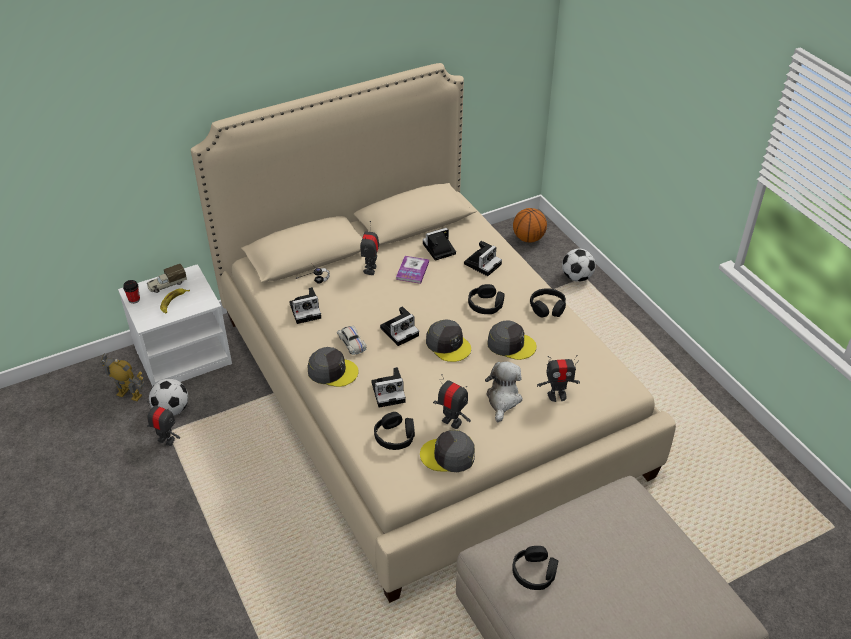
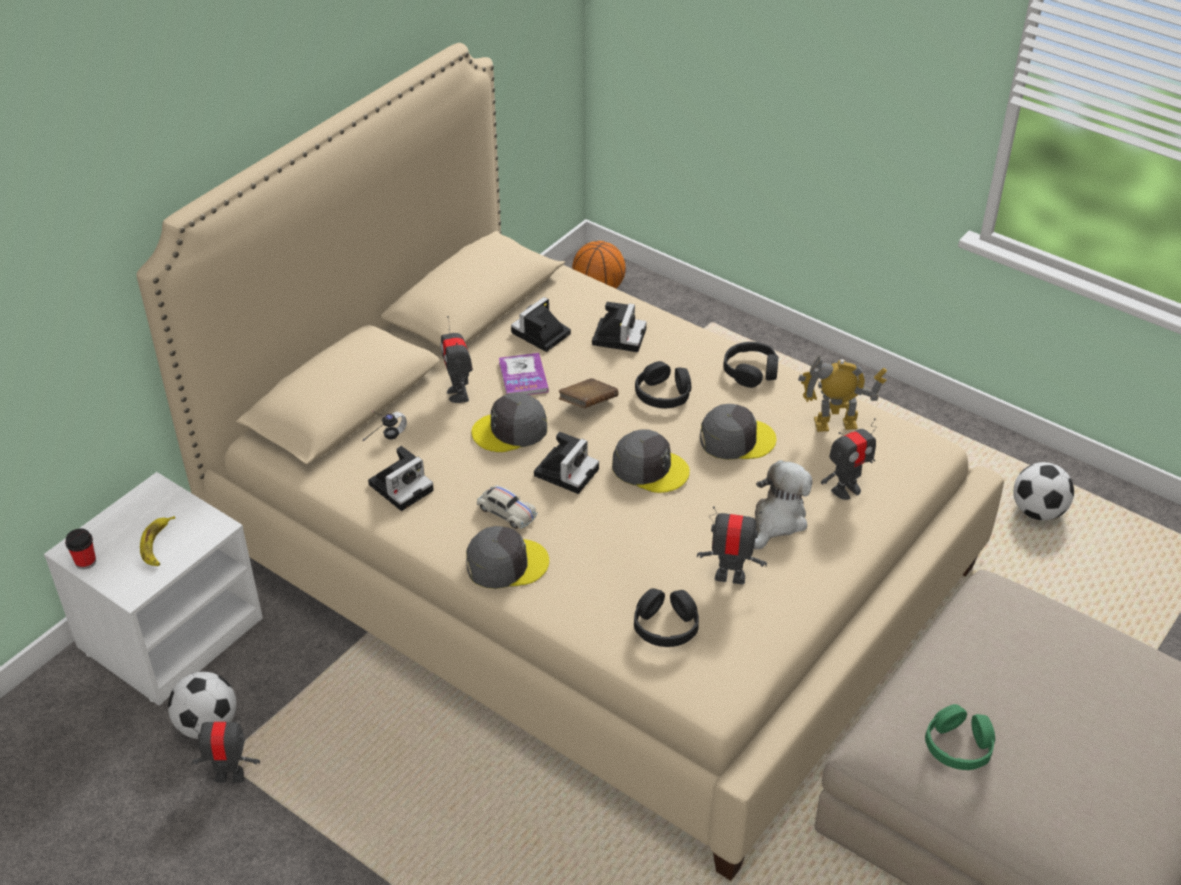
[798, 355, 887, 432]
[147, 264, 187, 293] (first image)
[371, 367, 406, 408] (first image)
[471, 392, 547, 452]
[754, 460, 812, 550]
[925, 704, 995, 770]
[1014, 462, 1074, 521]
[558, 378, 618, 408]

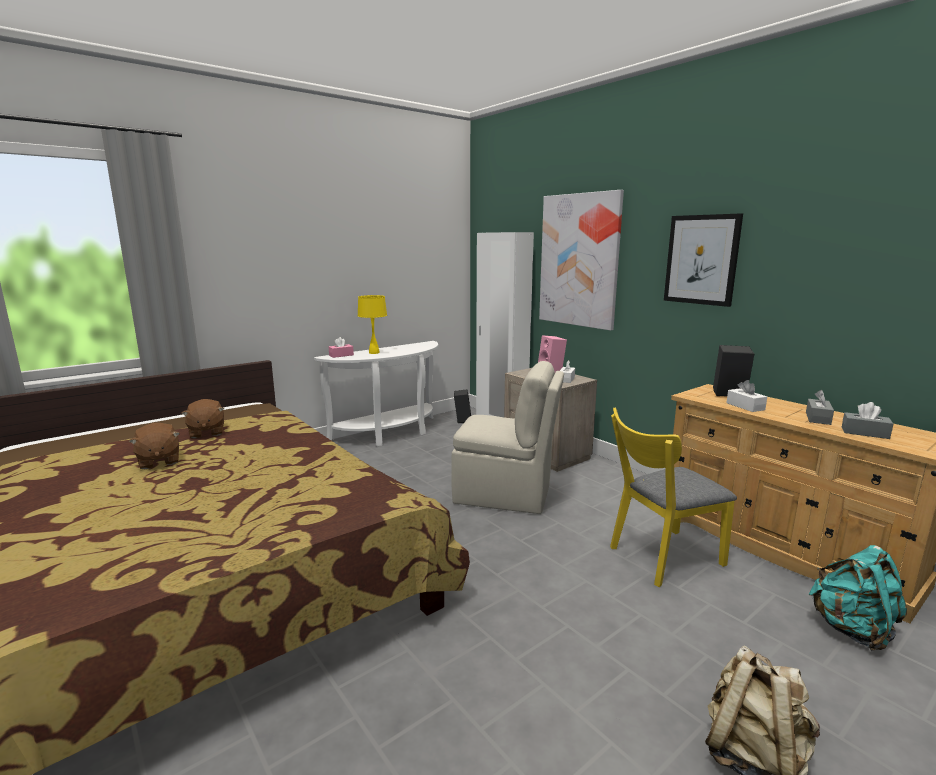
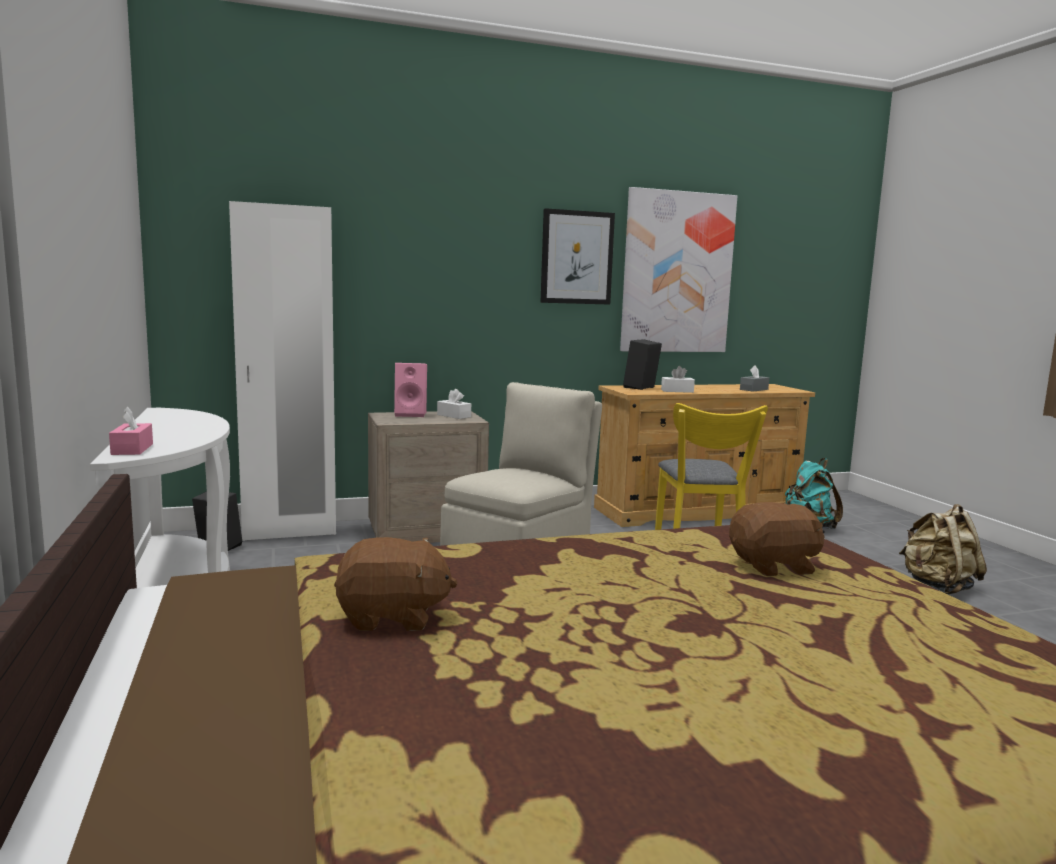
[729, 502, 825, 576]
[358, 295, 387, 354] (first image)
[620, 187, 737, 352]
[806, 390, 834, 425] (first image)

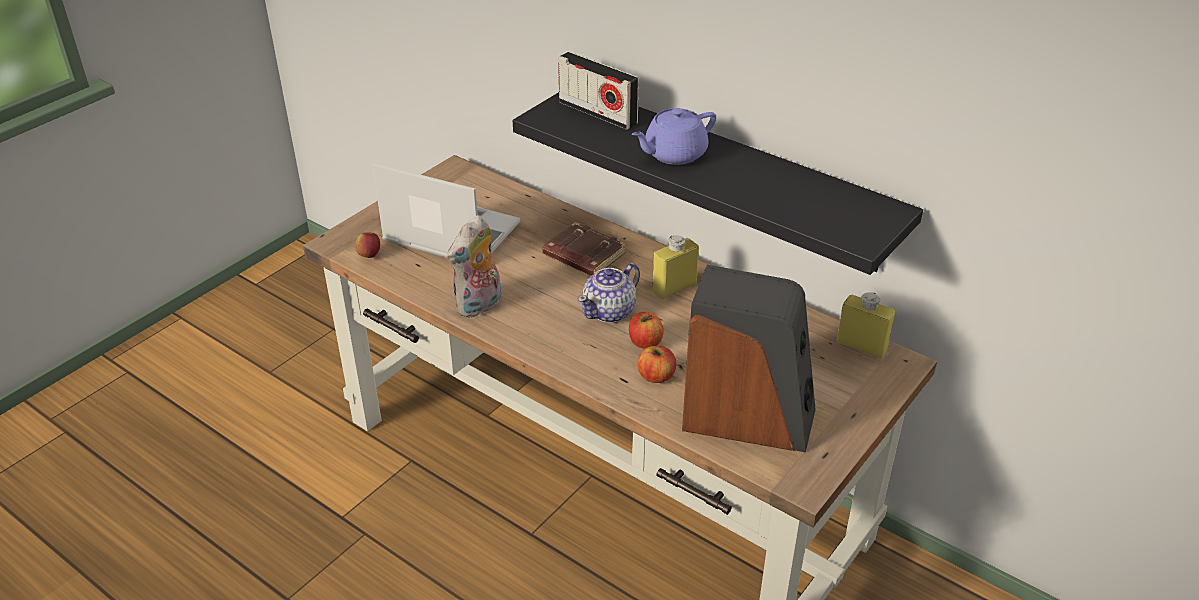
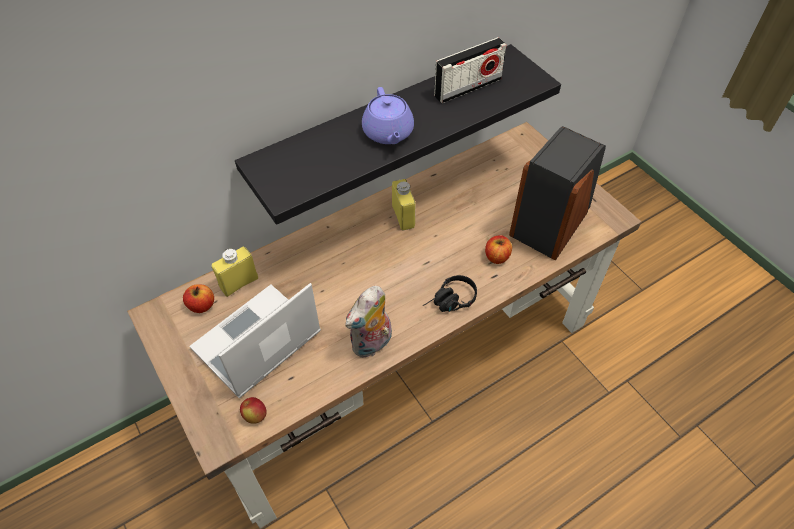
[345, 286, 392, 358]
[542, 222, 626, 276] (first image)
[434, 37, 507, 103]
[577, 263, 640, 323] (first image)
[183, 284, 214, 313]
[211, 247, 258, 297]
[423, 275, 477, 312]

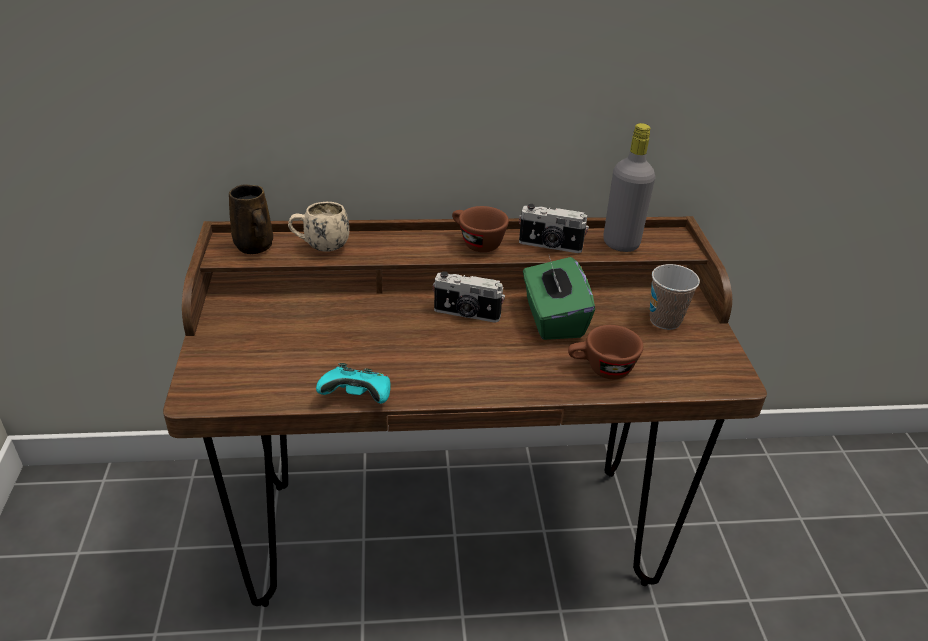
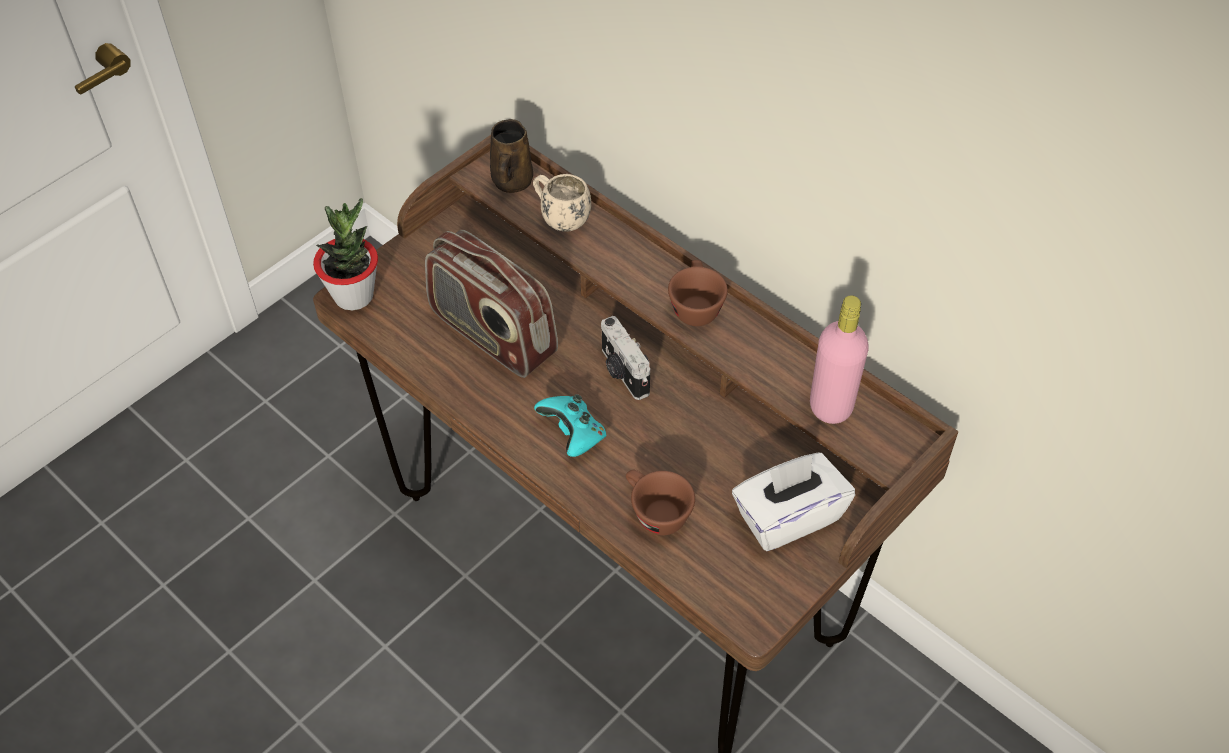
[534, 394, 607, 457]
[519, 204, 589, 253] (first image)
[523, 256, 595, 340] (first image)
[810, 295, 869, 424]
[732, 452, 855, 551]
[313, 198, 378, 311]
[425, 229, 558, 378]

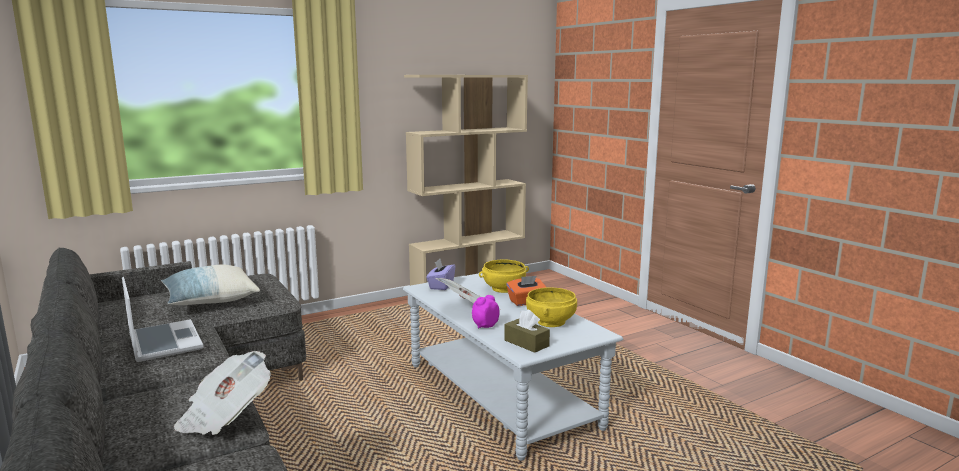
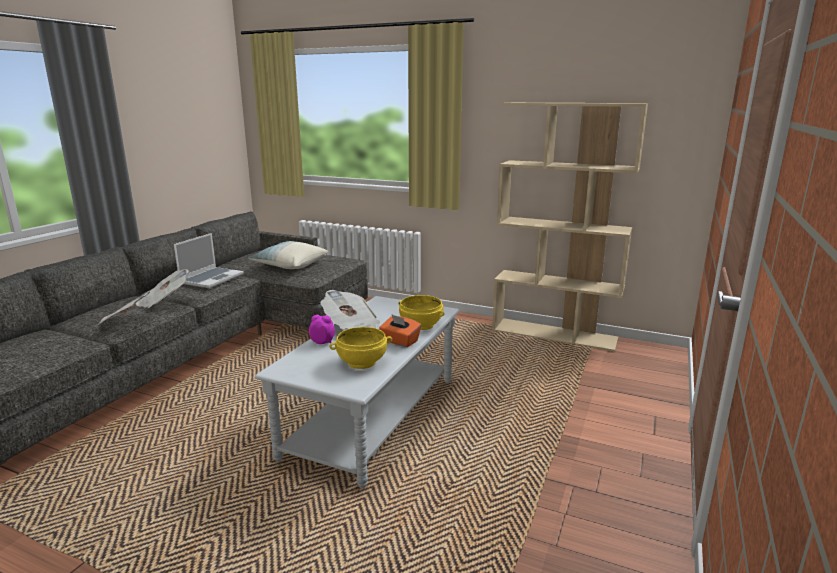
[426, 259, 455, 290] (first image)
[504, 309, 550, 353] (first image)
[135, 269, 189, 308]

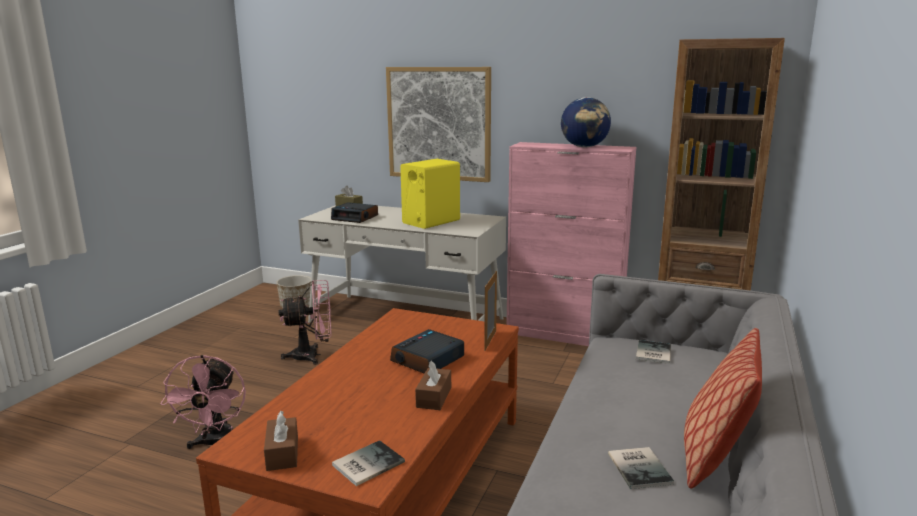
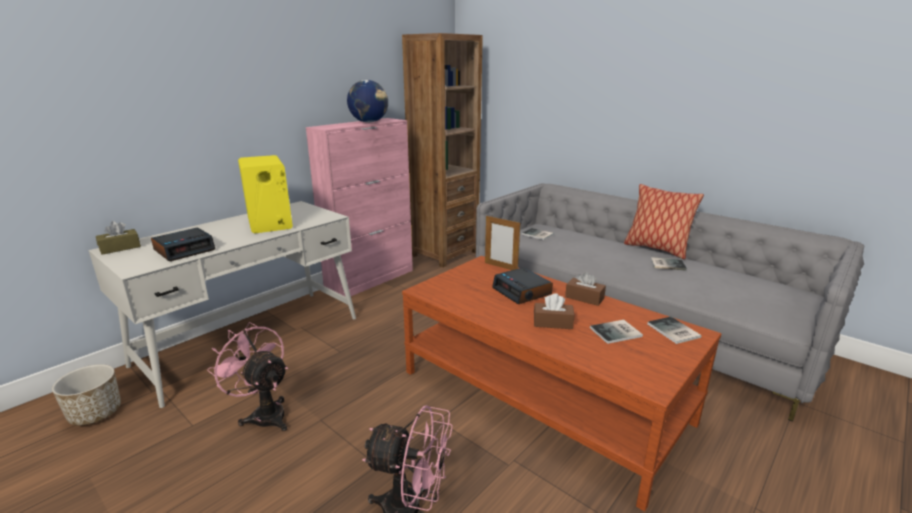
[534, 293, 574, 329]
[207, 322, 288, 431]
[386, 67, 491, 182] (first image)
[590, 320, 643, 344]

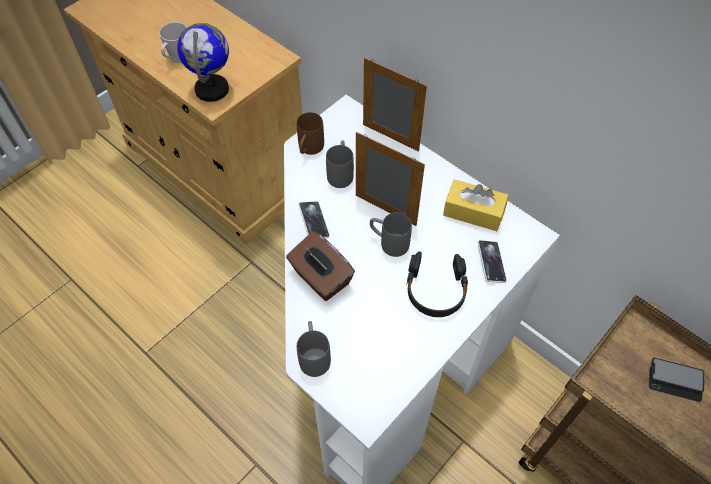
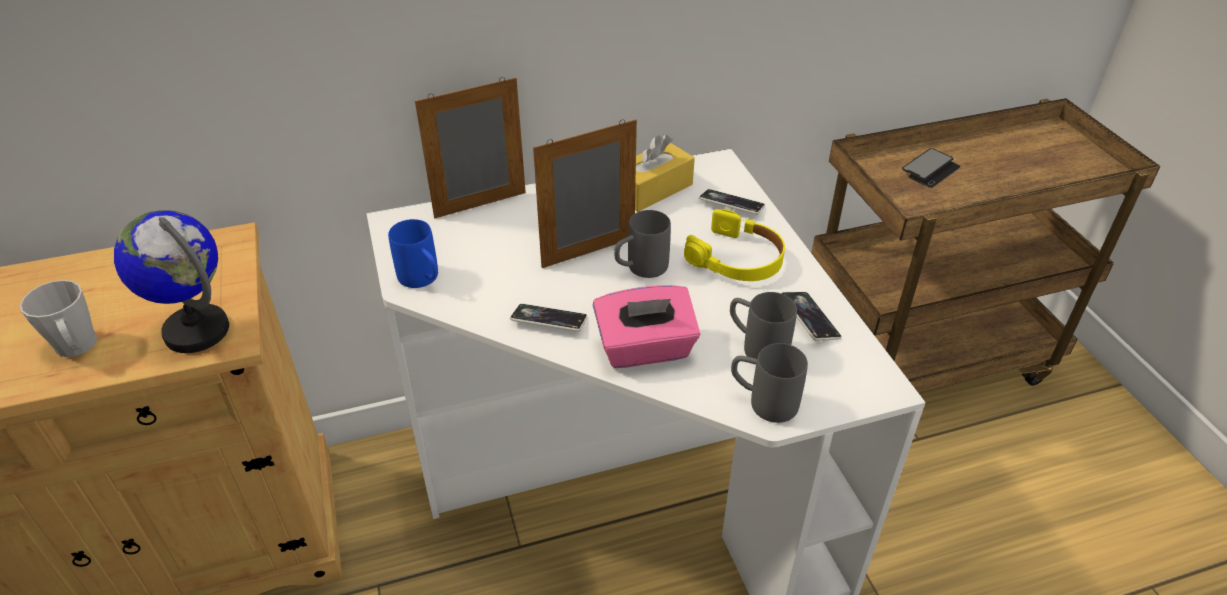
[593, 285, 700, 368]
[388, 219, 438, 288]
[730, 292, 797, 359]
[684, 209, 785, 281]
[781, 292, 842, 341]

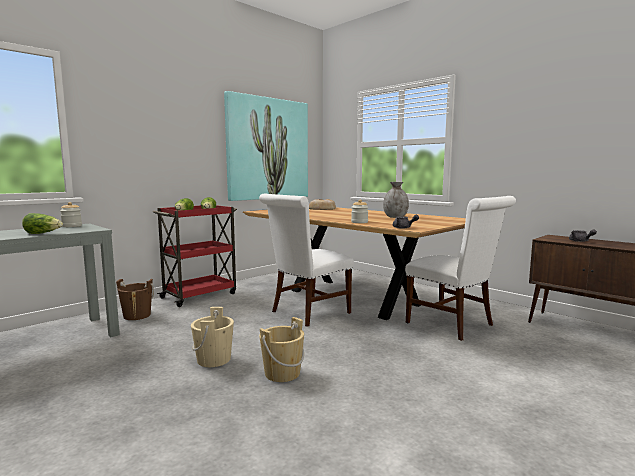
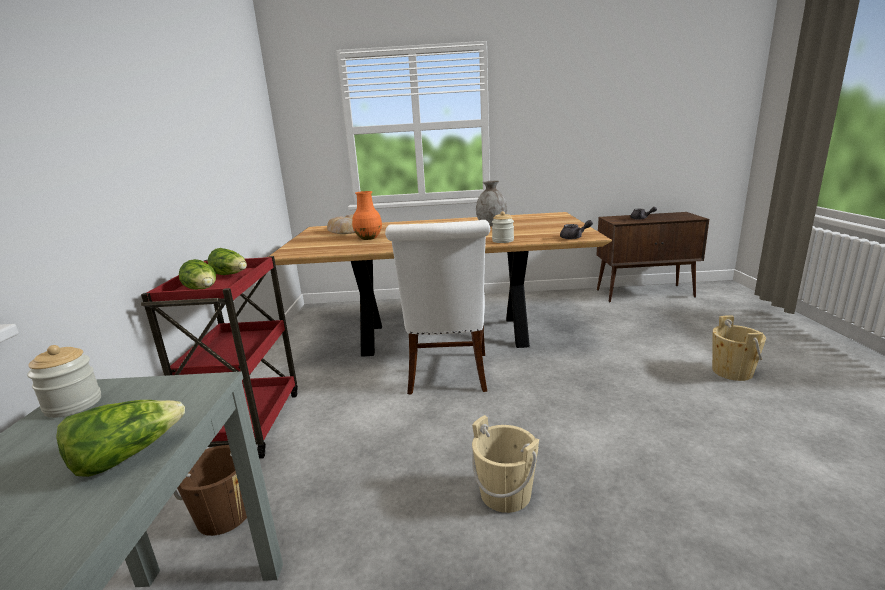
[224, 91, 308, 201] (first image)
[712, 315, 766, 381]
[405, 196, 516, 341] (first image)
[352, 191, 382, 240]

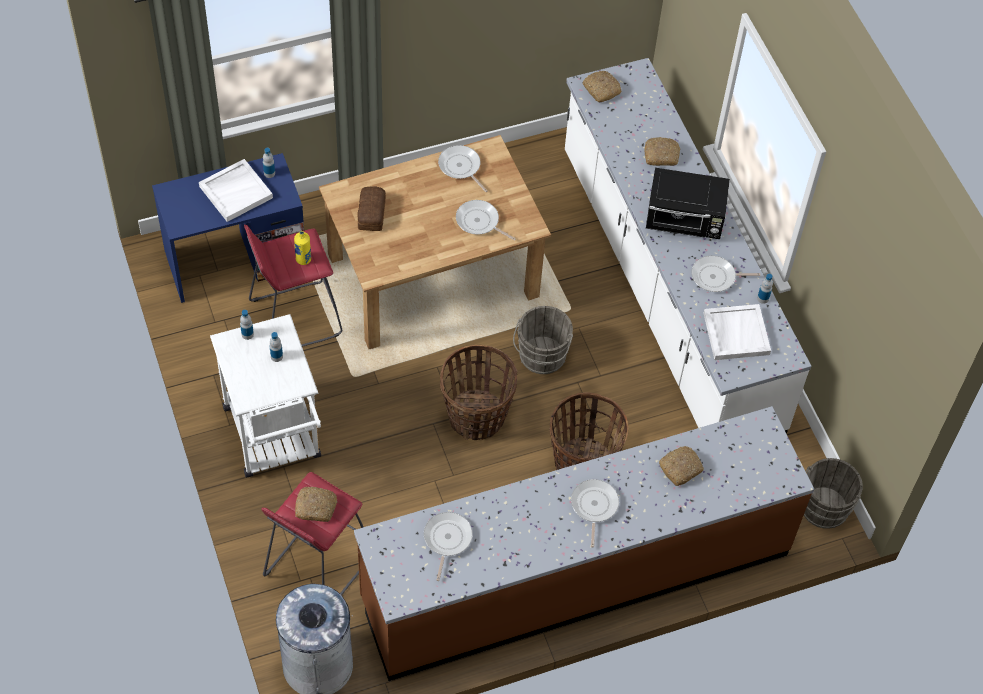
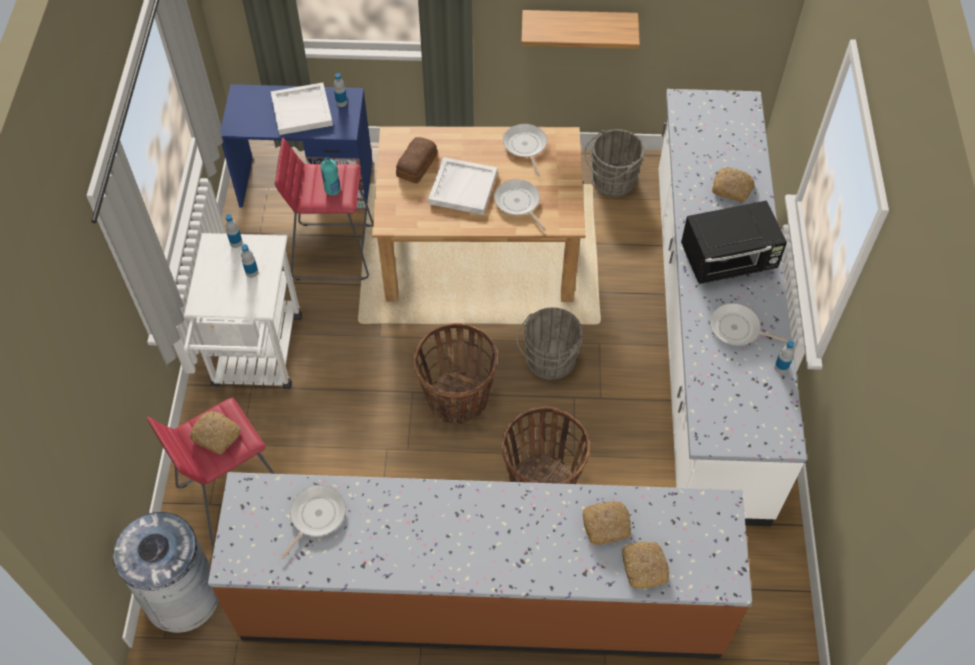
[320, 157, 341, 195]
[571, 479, 619, 547] (first image)
[622, 542, 669, 588]
[681, 200, 787, 284]
[428, 157, 497, 215]
[584, 129, 644, 197]
[521, 10, 640, 49]

